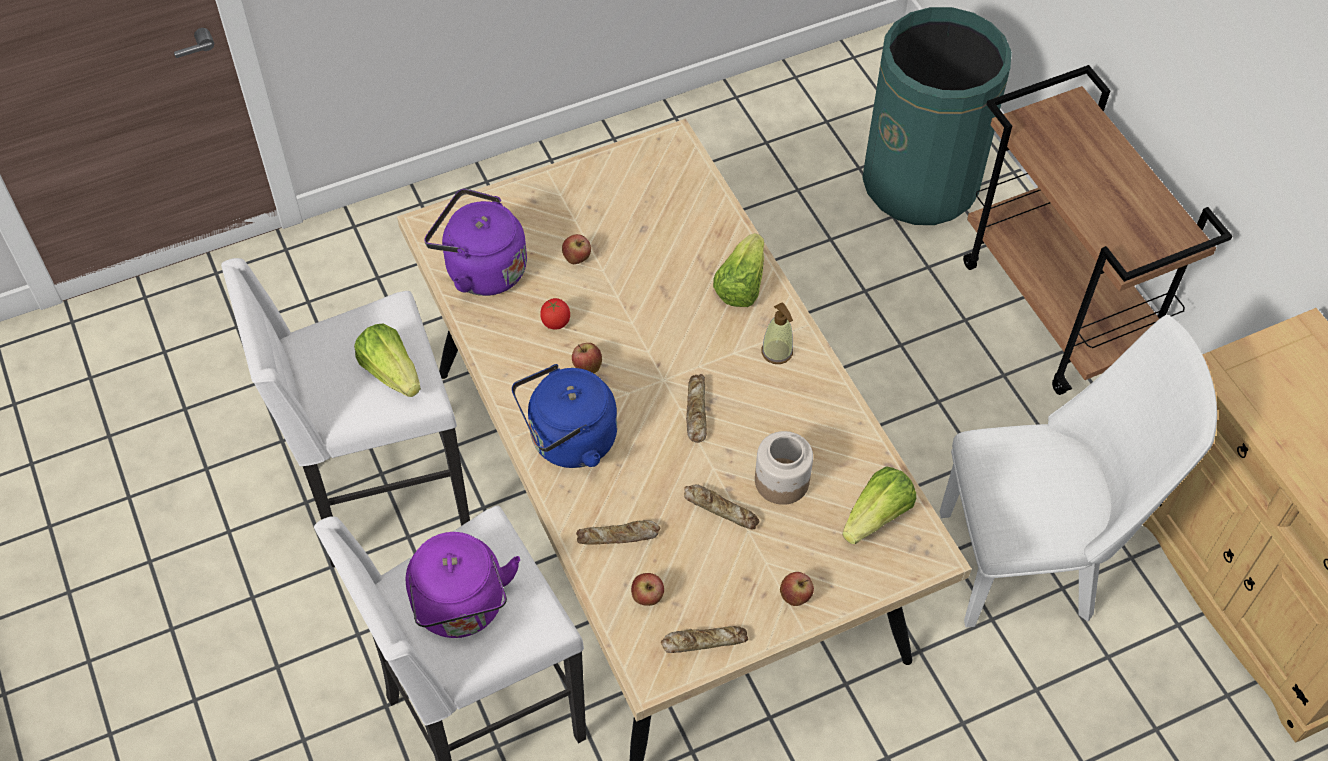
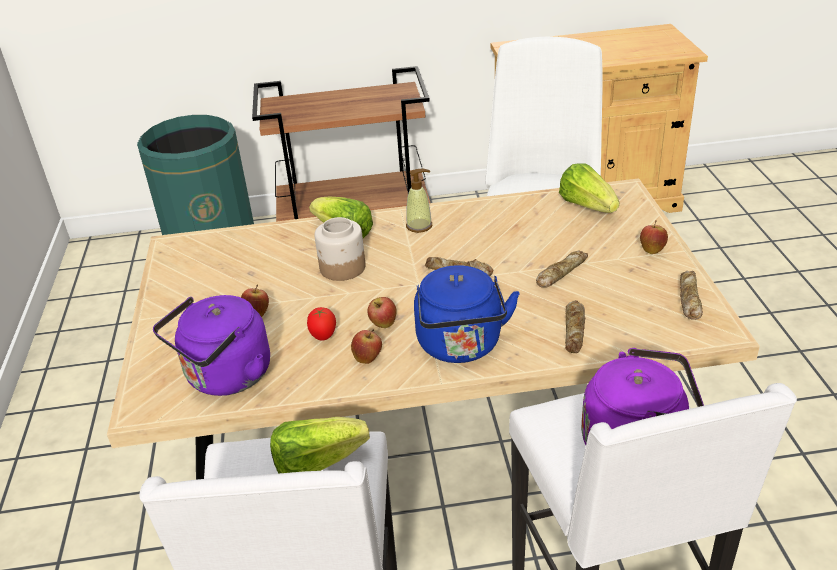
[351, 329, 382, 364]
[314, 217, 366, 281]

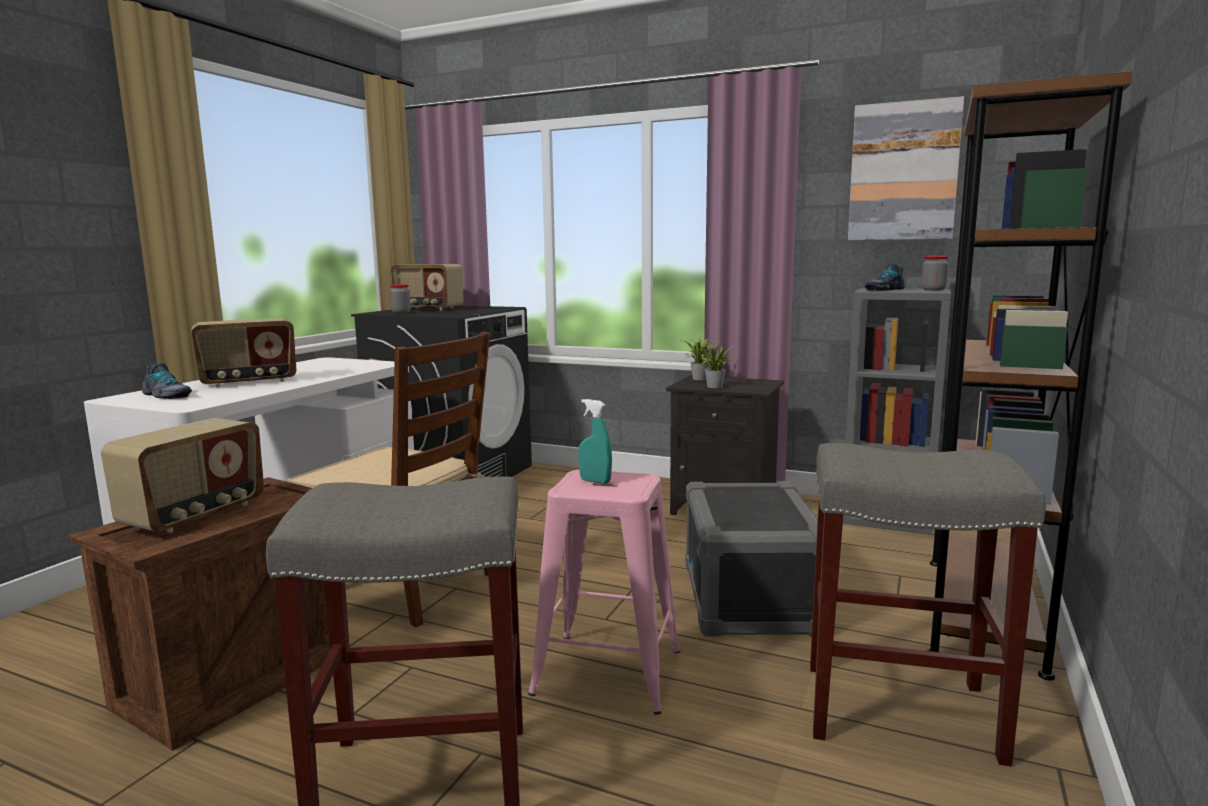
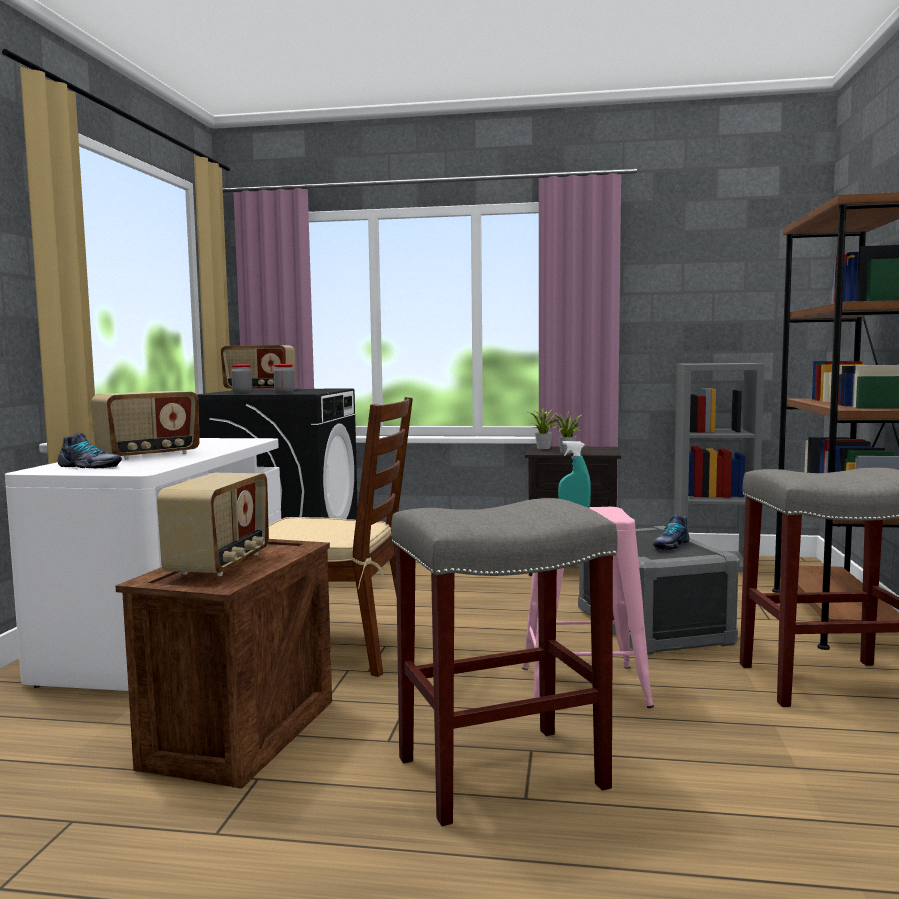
[848, 96, 964, 241] (first image)
[652, 515, 690, 550]
[274, 364, 295, 394]

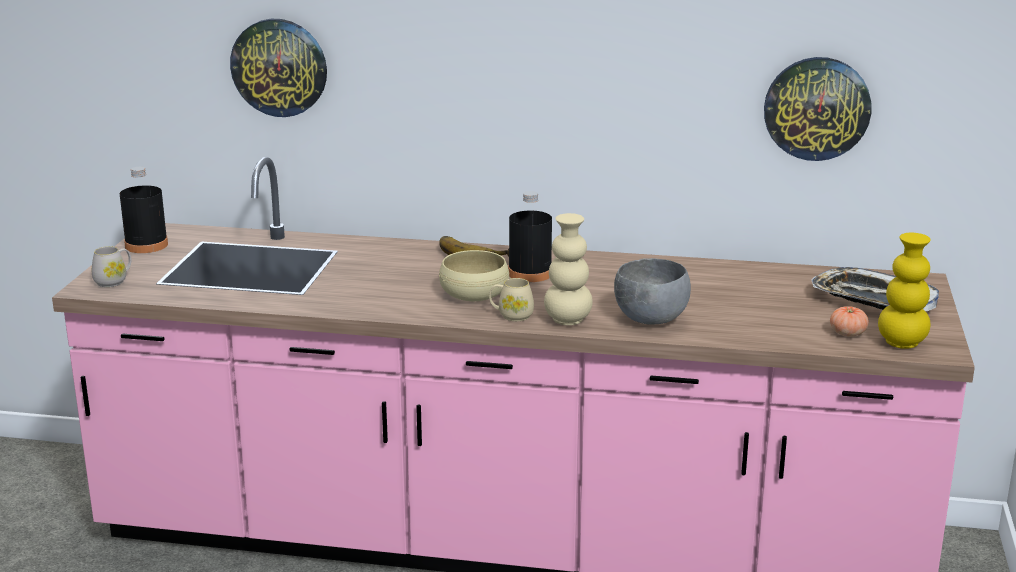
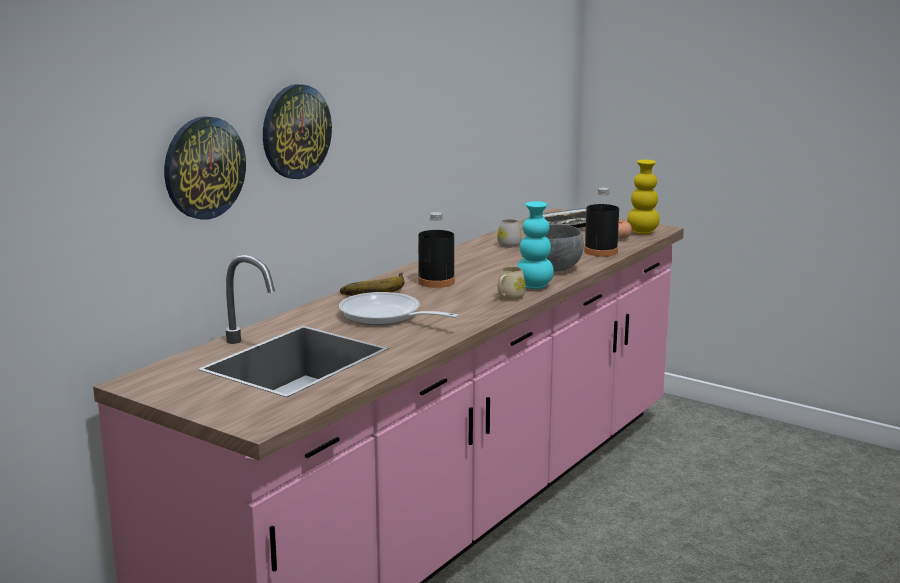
[497, 219, 522, 248]
[584, 188, 619, 257]
[439, 250, 509, 301] (first image)
[517, 201, 554, 289]
[263, 84, 332, 179]
[339, 292, 459, 325]

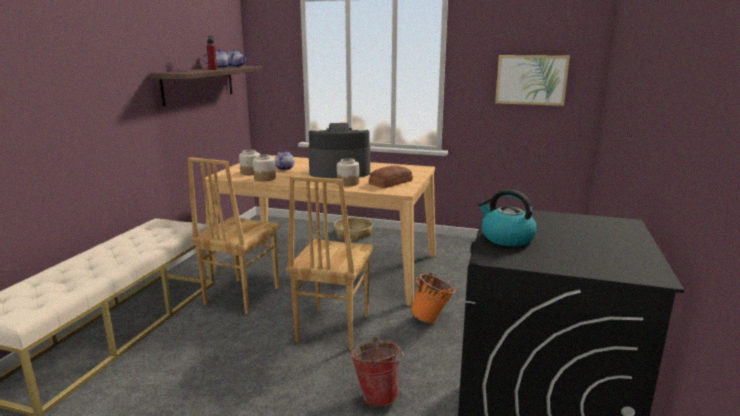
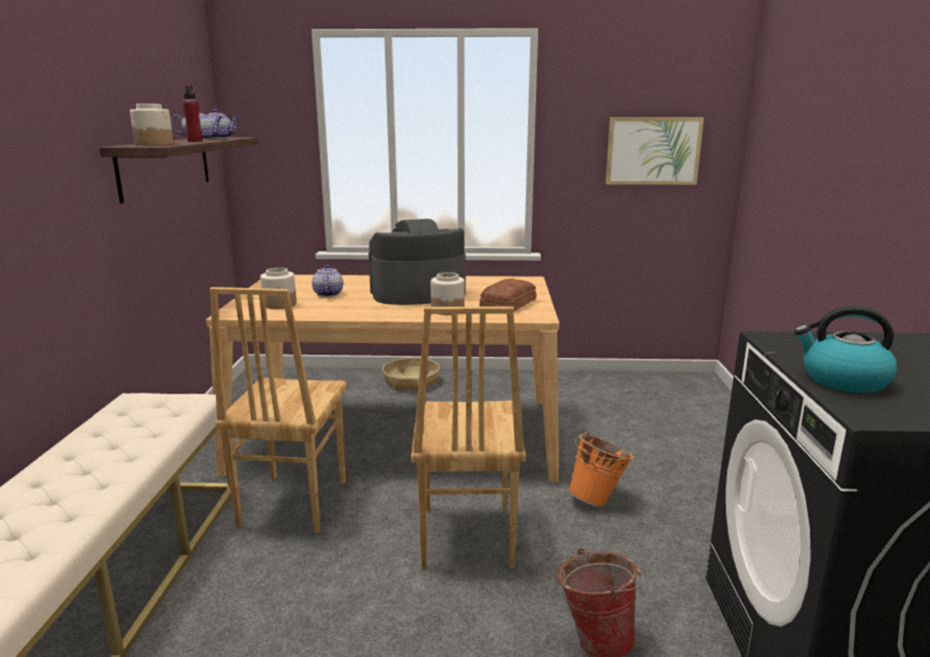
[130, 104, 173, 146]

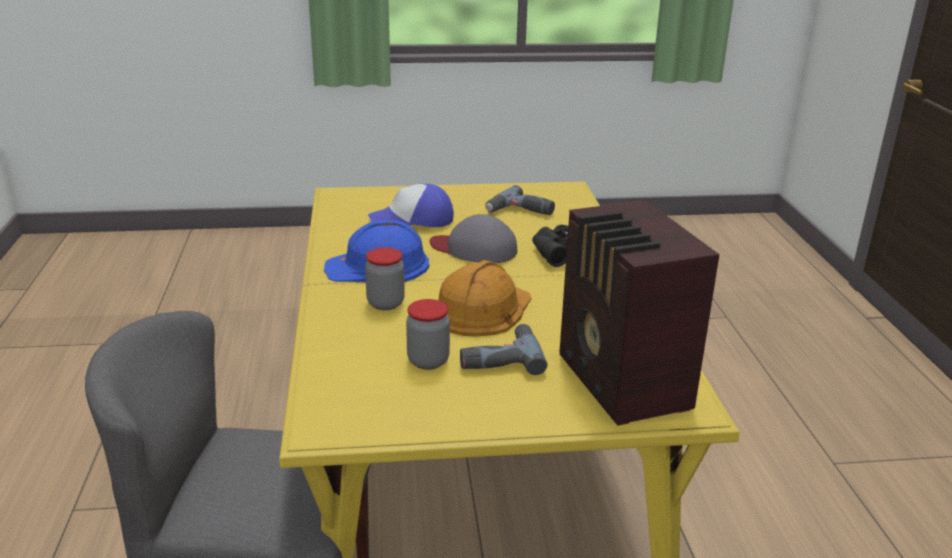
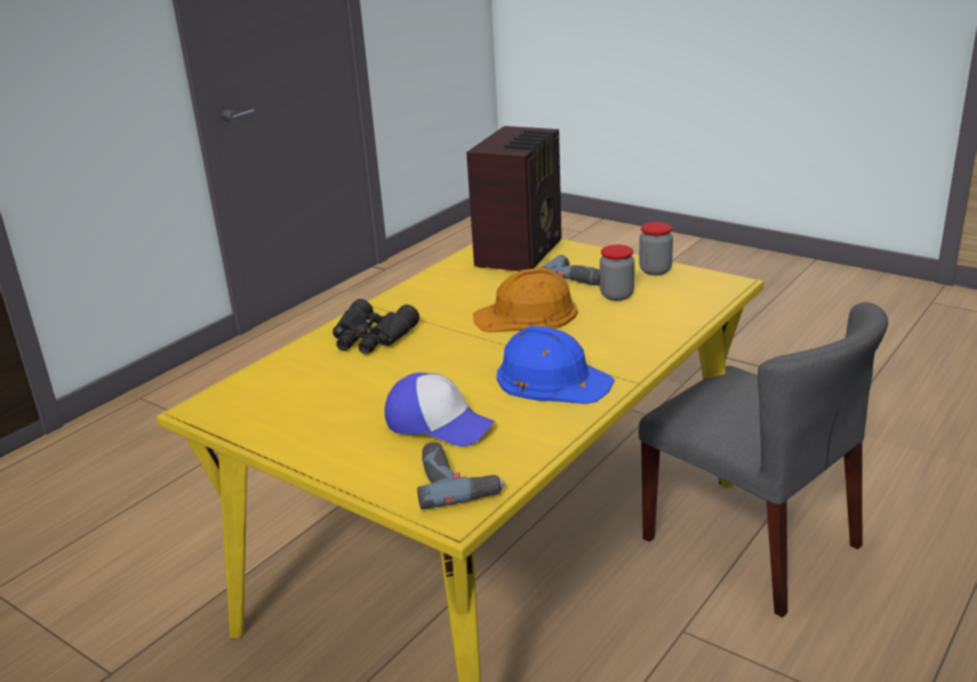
[639, 222, 673, 275]
[430, 214, 517, 263] (first image)
[417, 442, 505, 510]

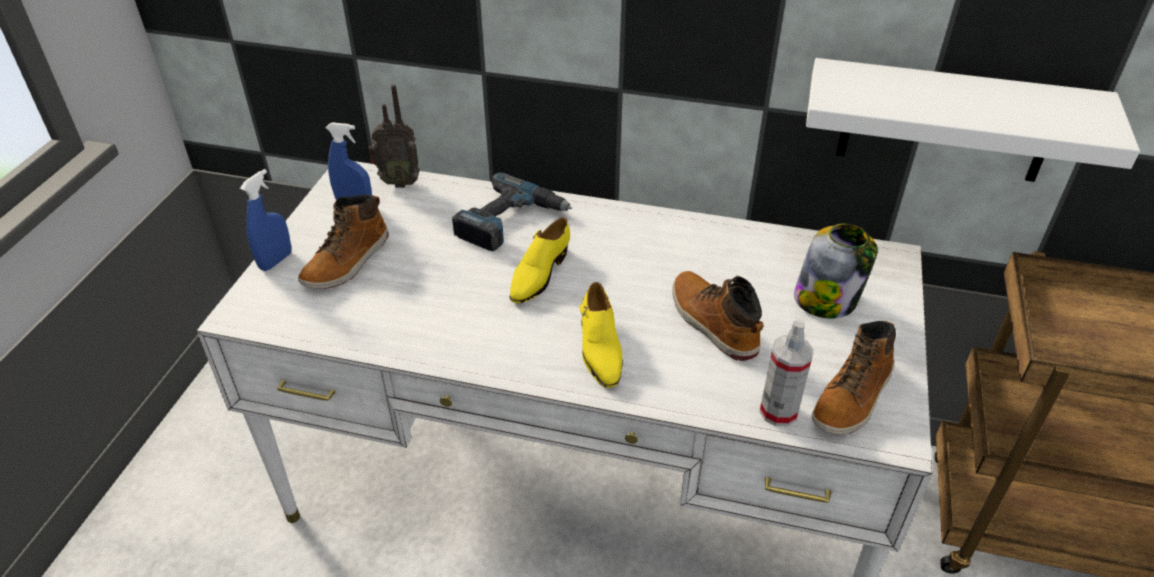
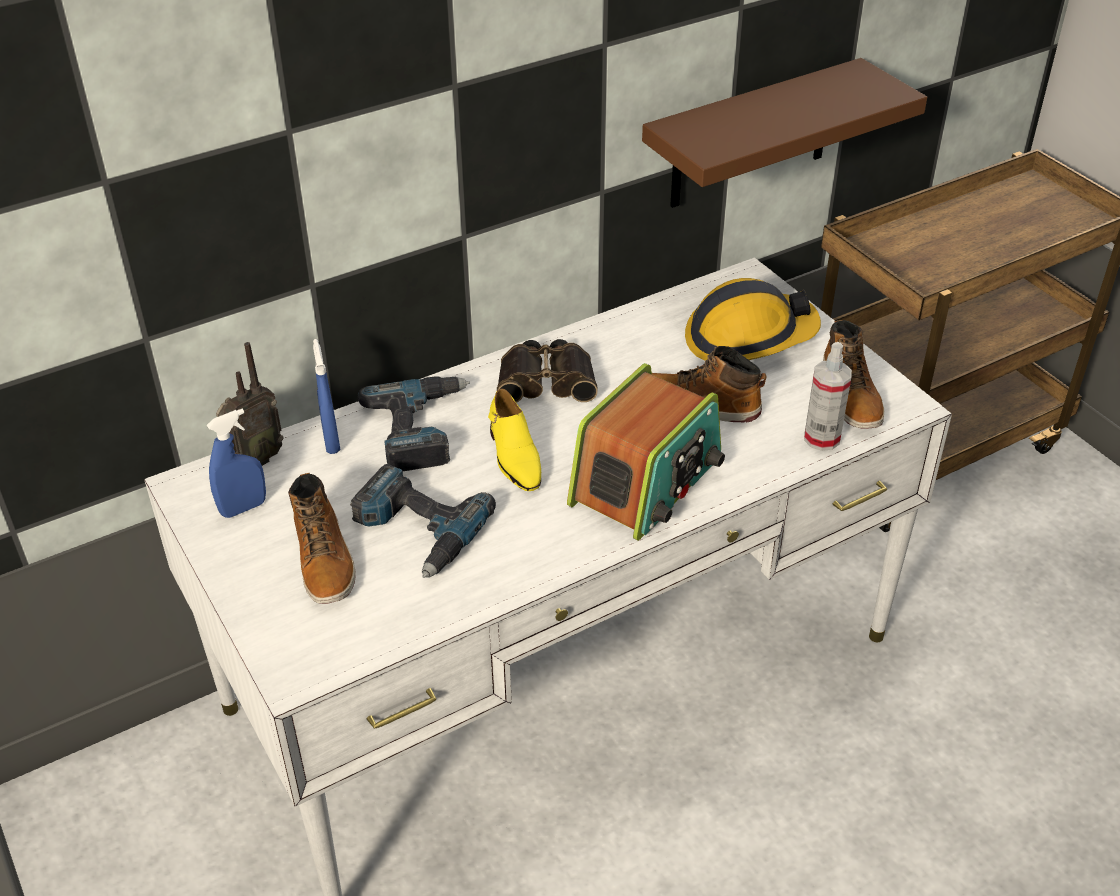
[313, 339, 340, 454]
[567, 363, 725, 541]
[685, 278, 821, 360]
[642, 58, 927, 208]
[350, 464, 496, 578]
[497, 339, 598, 403]

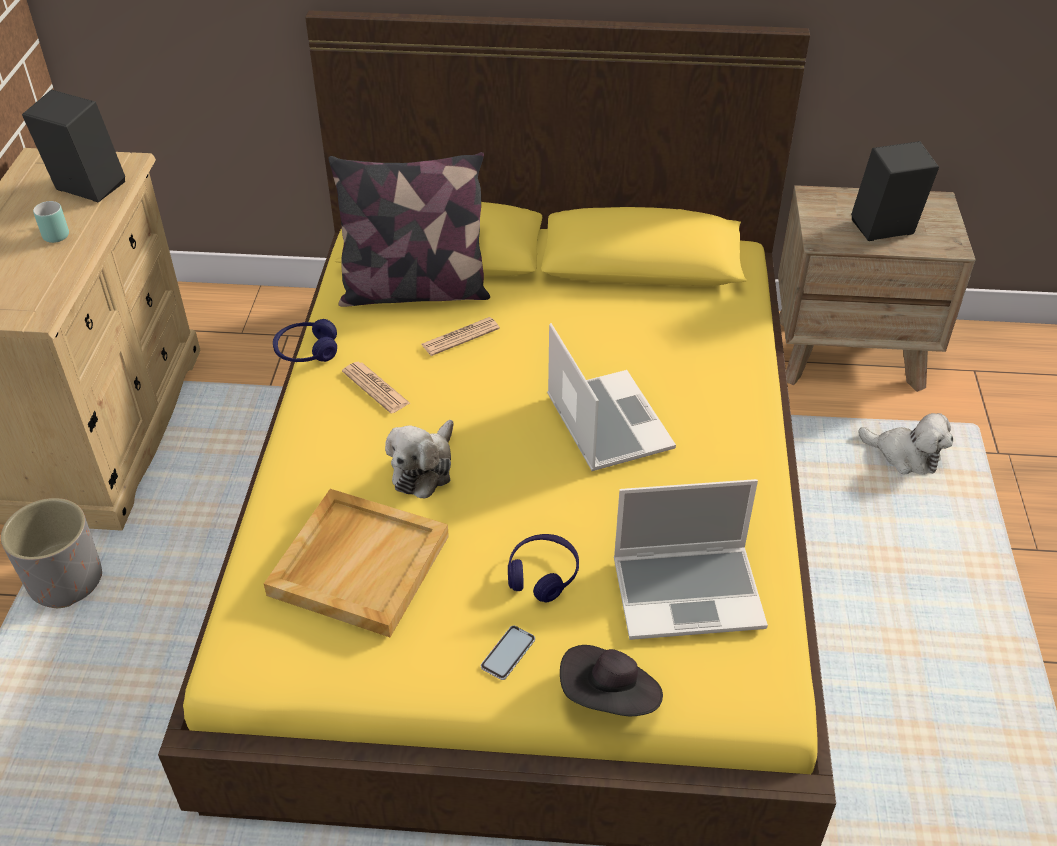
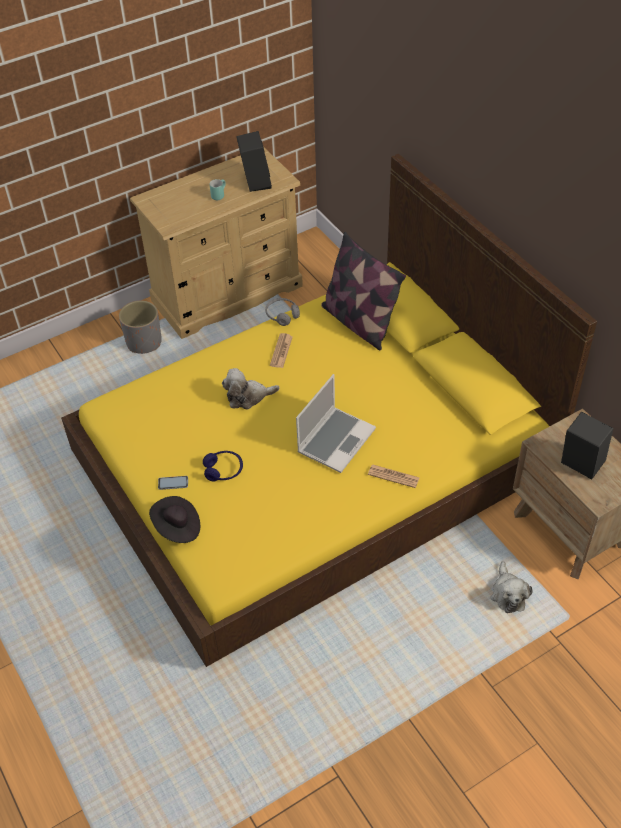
[264, 489, 449, 637] (first image)
[265, 298, 300, 326]
[368, 464, 420, 488]
[614, 479, 768, 640] (first image)

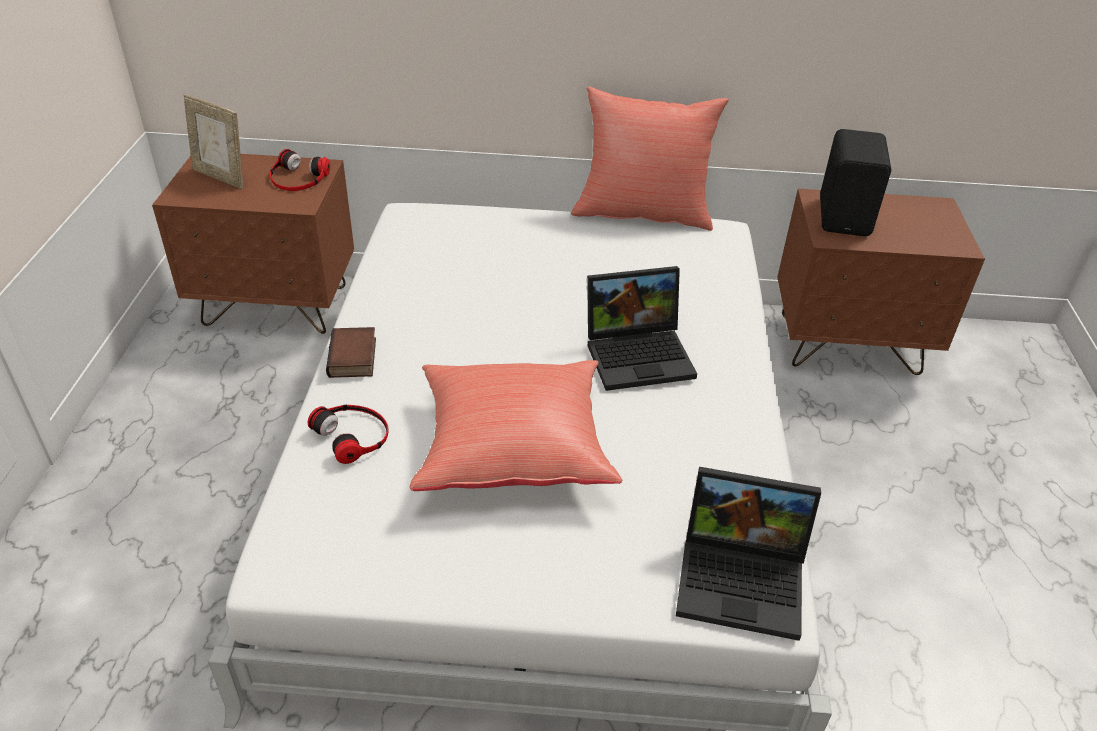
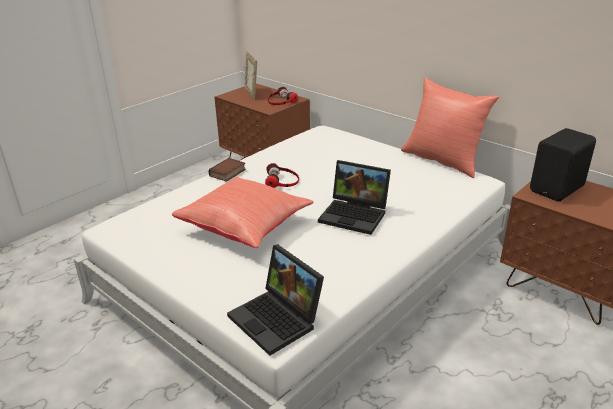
[265, 163, 299, 188]

